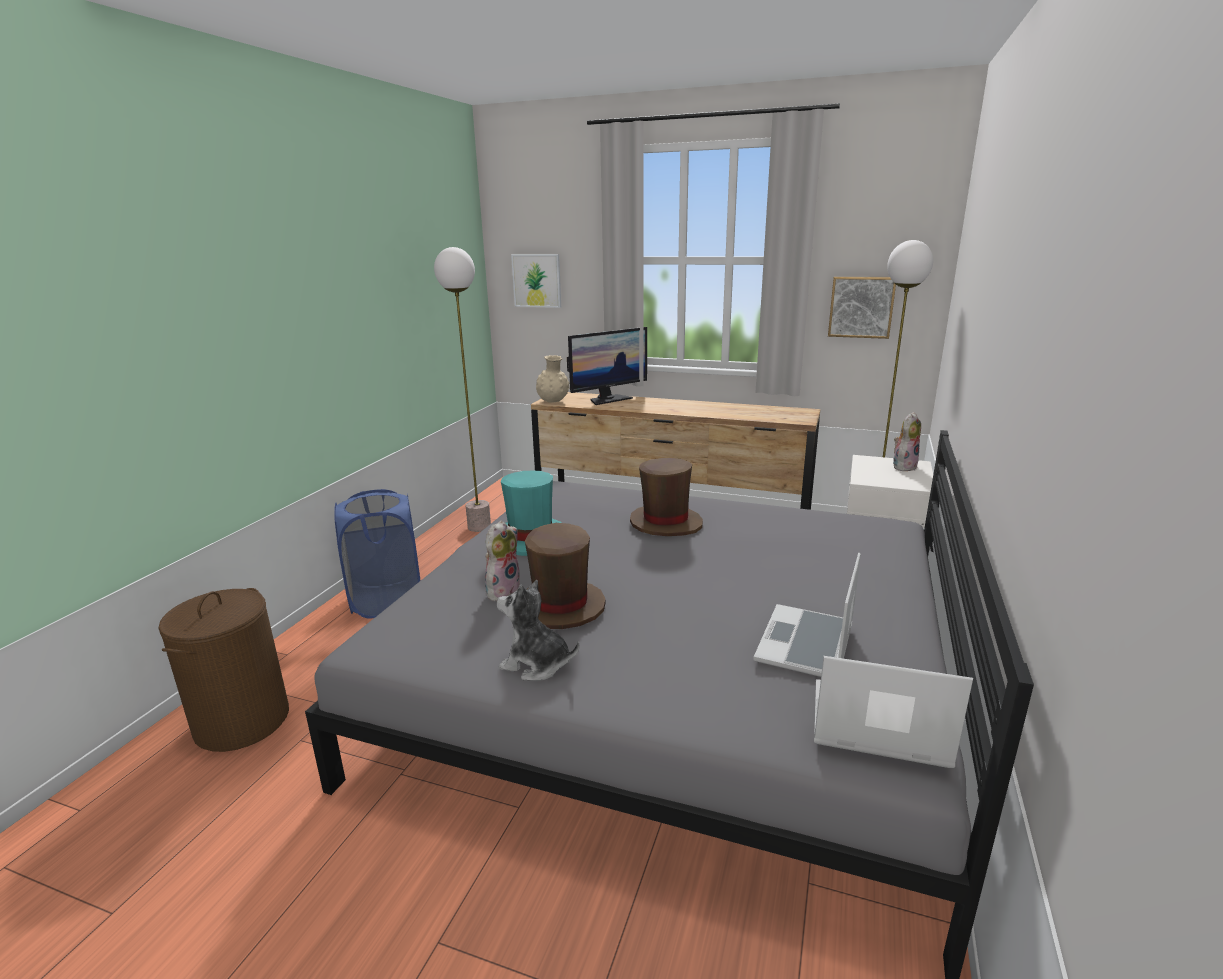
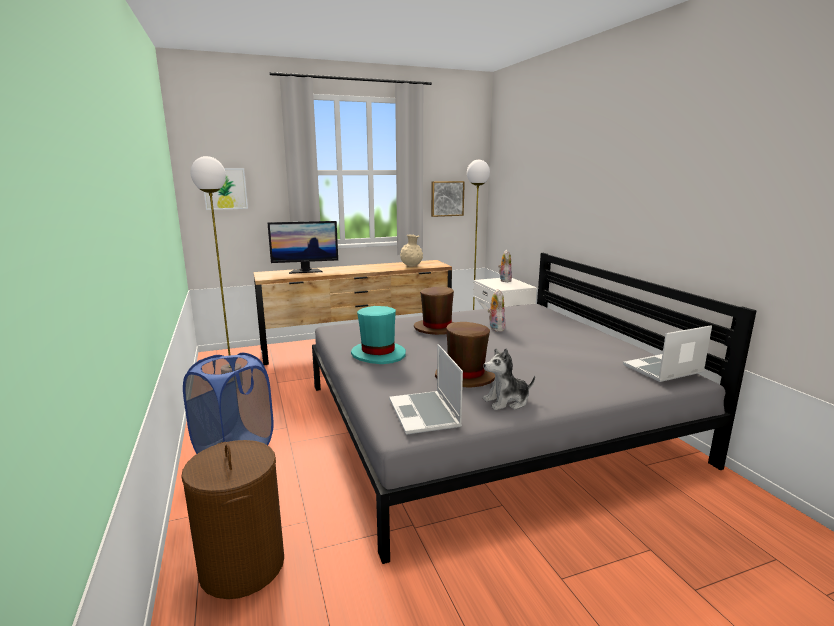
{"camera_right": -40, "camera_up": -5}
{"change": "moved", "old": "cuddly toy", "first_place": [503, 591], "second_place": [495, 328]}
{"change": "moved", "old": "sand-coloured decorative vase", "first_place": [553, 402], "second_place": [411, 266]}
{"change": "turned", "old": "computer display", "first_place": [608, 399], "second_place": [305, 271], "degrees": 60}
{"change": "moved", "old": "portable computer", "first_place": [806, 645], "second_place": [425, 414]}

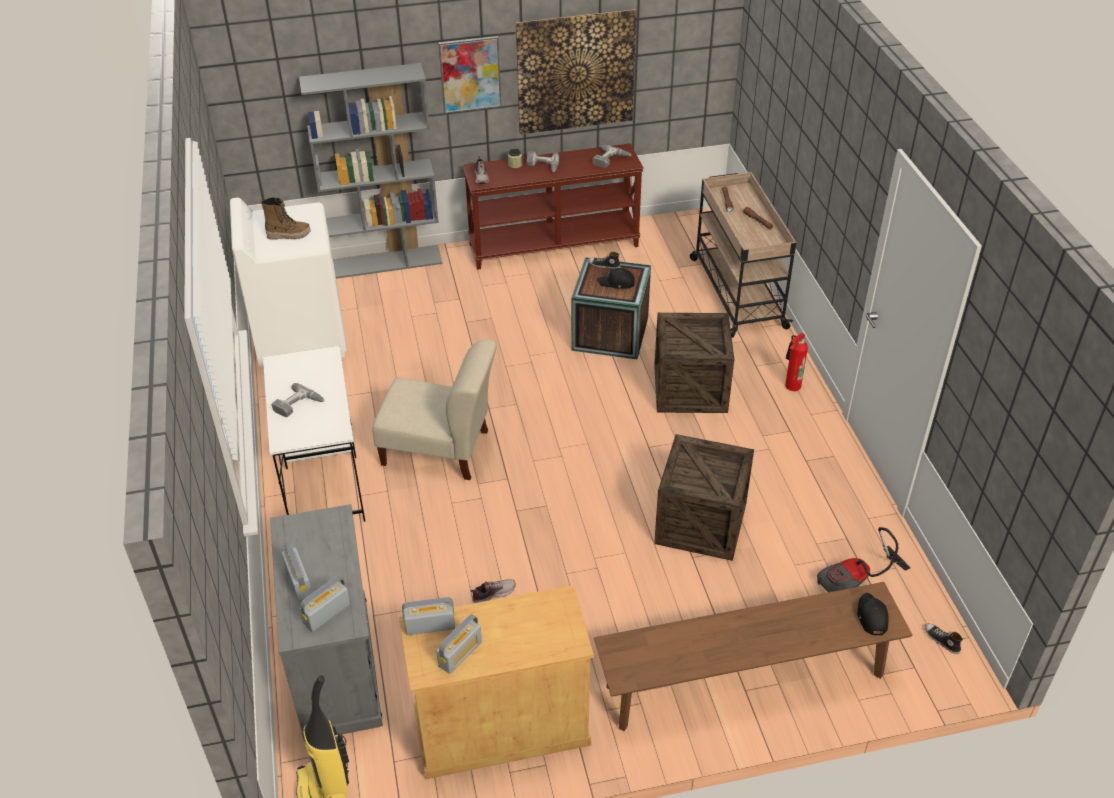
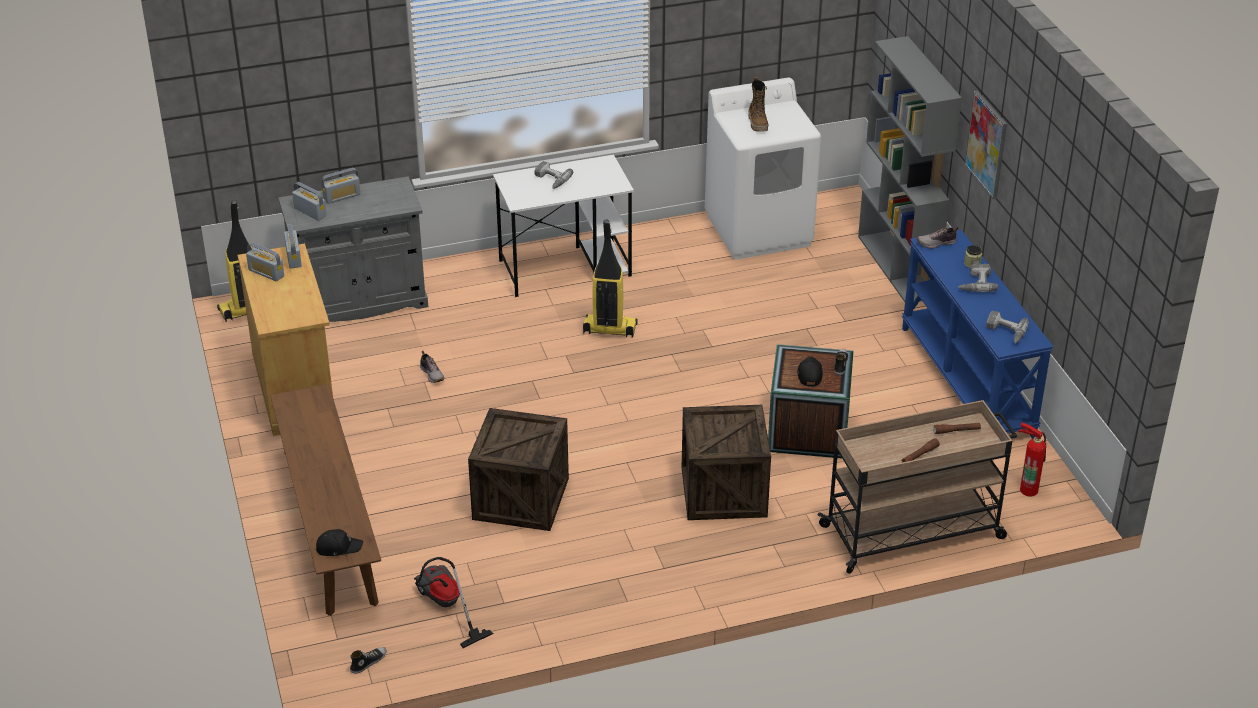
{"camera_right": 85, "camera_up": -5}
{"change": "replaced", "old": "sand-coloured plain chair", "new": "vacuum cleaner", "first_place": [440, 449], "second_place": [609, 329]}
{"change": "recoloured", "old": "brown narrow table", "new": "blue narrow table", "first_place": [554, 244], "second_place": [968, 381]}
{"change": "removed", "old": "wall picture", "first_place": [575, 72]}
{"change": "moved", "old": "extinguisher", "first_place": [790, 386], "second_place": [1028, 489]}

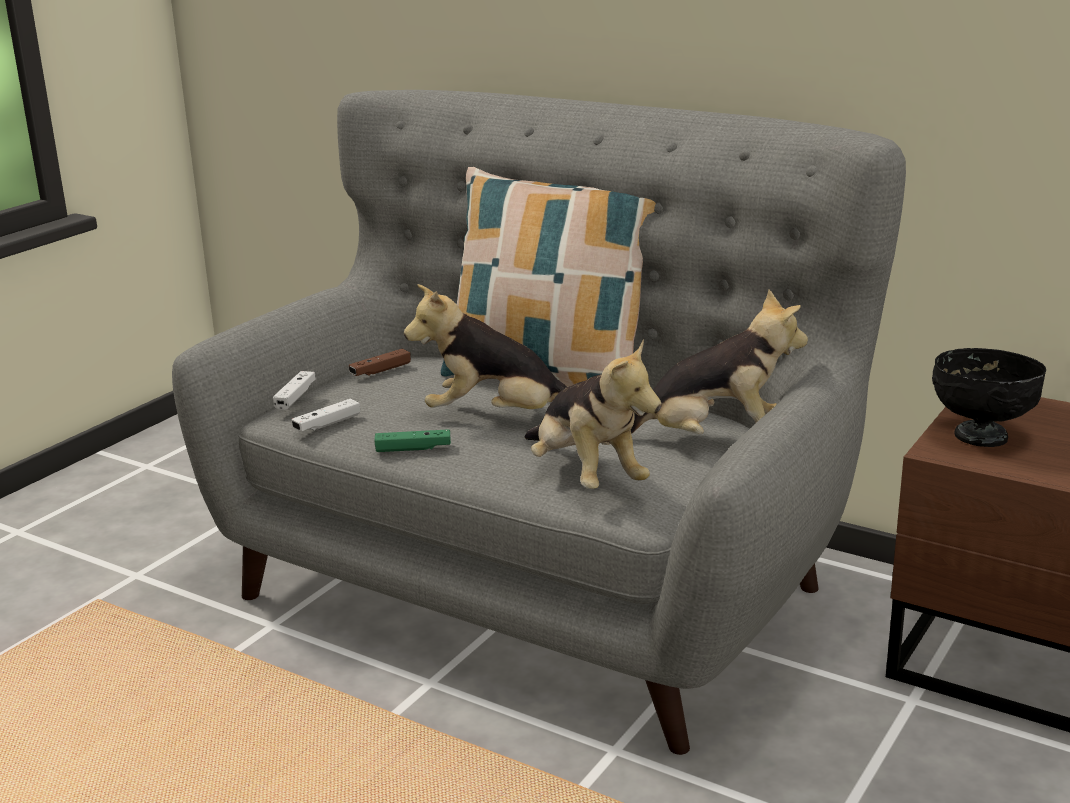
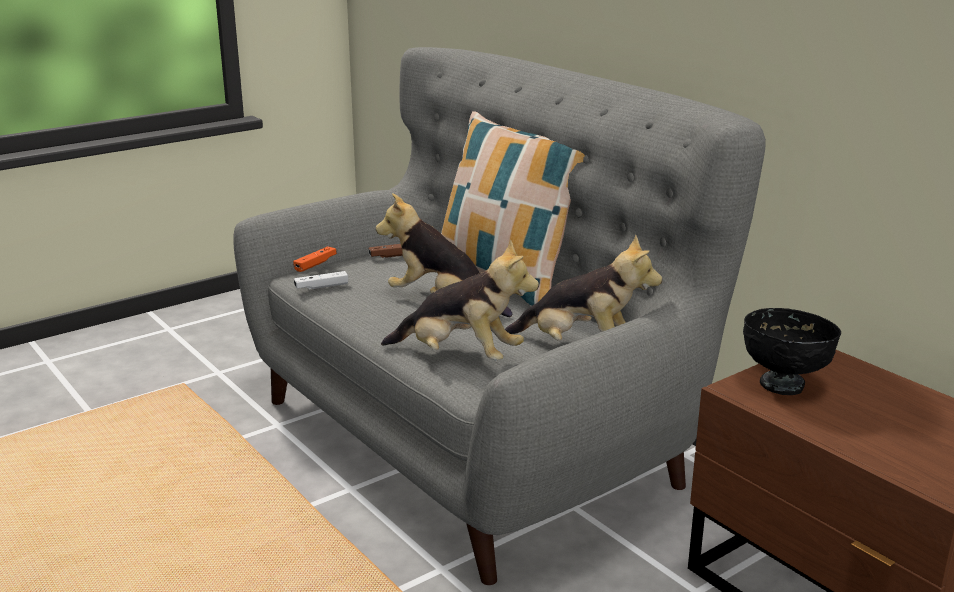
{"camera_right": 20, "camera_up": 0}
{"change": "recoloured", "old": "white-coloured joypad", "new": "orangey joypad", "first_place": [295, 397], "second_place": [315, 264]}
{"change": "removed", "old": "green joypad", "first_place": [413, 449]}
{"change": "turned", "old": "cuddly toy", "first_place": [586, 476], "second_place": [460, 356], "degrees": -60}

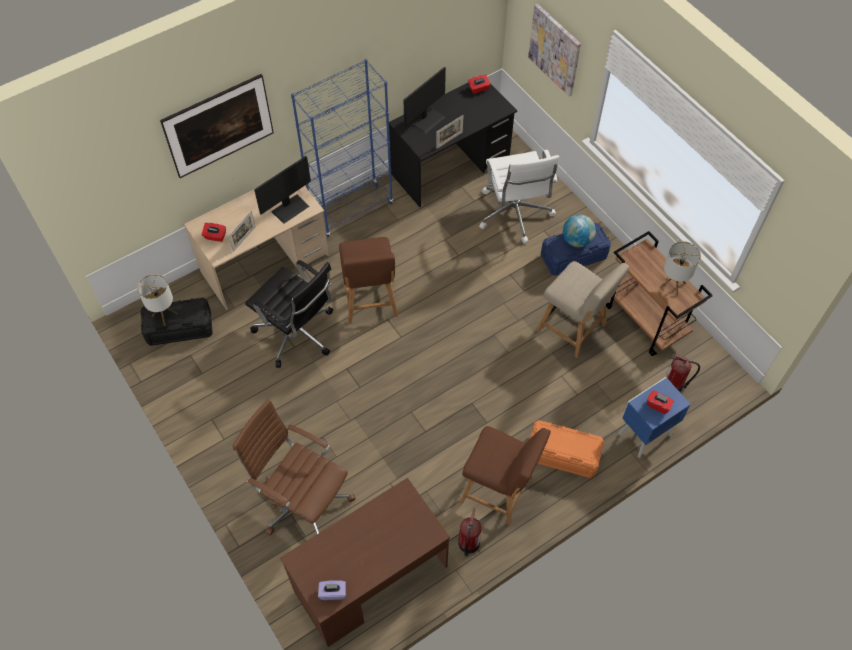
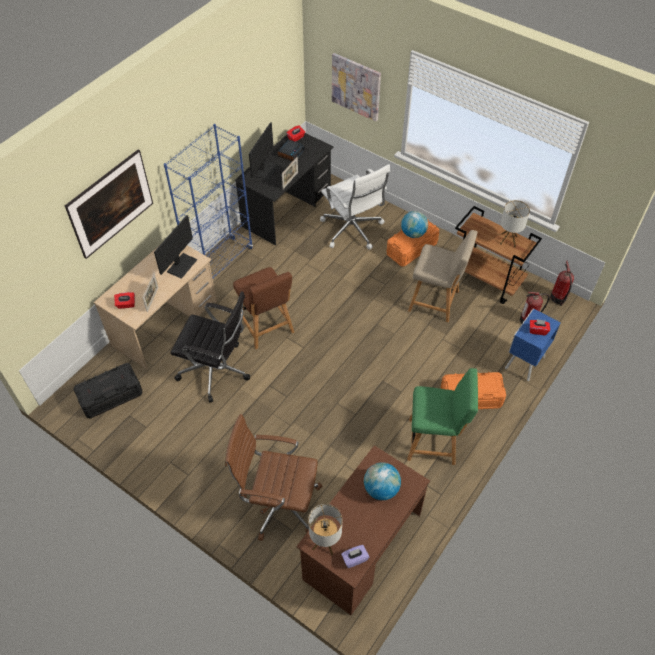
{"camera_right": -20, "camera_up": -5}
{"change": "moved", "old": "table lamp", "first_place": [164, 315], "second_place": [325, 542]}
{"change": "moved", "old": "extinguisher", "first_place": [468, 544], "second_place": [558, 298]}
{"change": "recoloured", "old": "brown plain chair", "new": "green plain chair", "first_place": [499, 491], "second_place": [435, 441]}
{"change": "recoloured", "old": "blue storage bin", "new": "orangey storage bin", "first_place": [573, 256], "second_place": [411, 249]}
{"change": "added", "new": "bedside clock", "second_place": [291, 153]}
{"change": "added", "new": "desk globe", "second_place": [381, 489]}

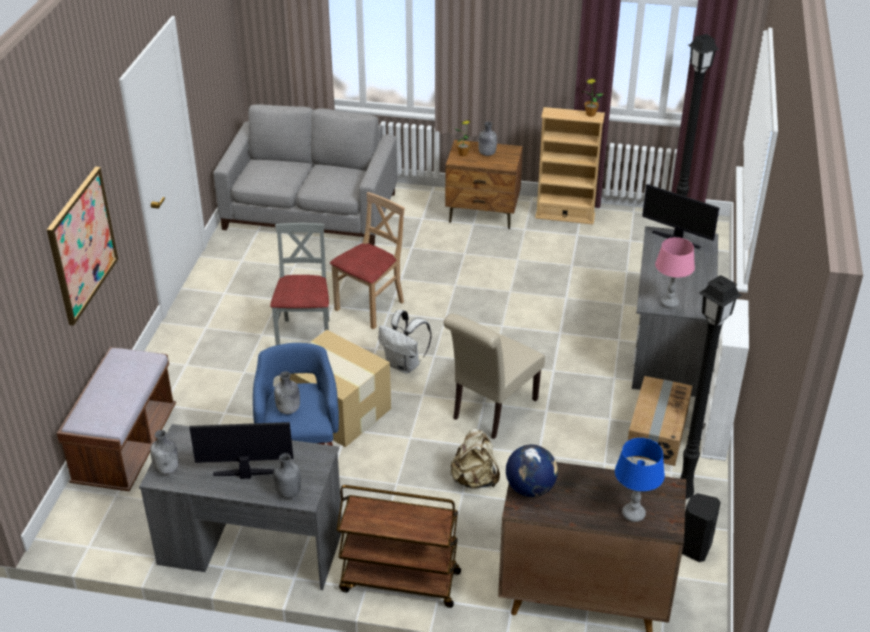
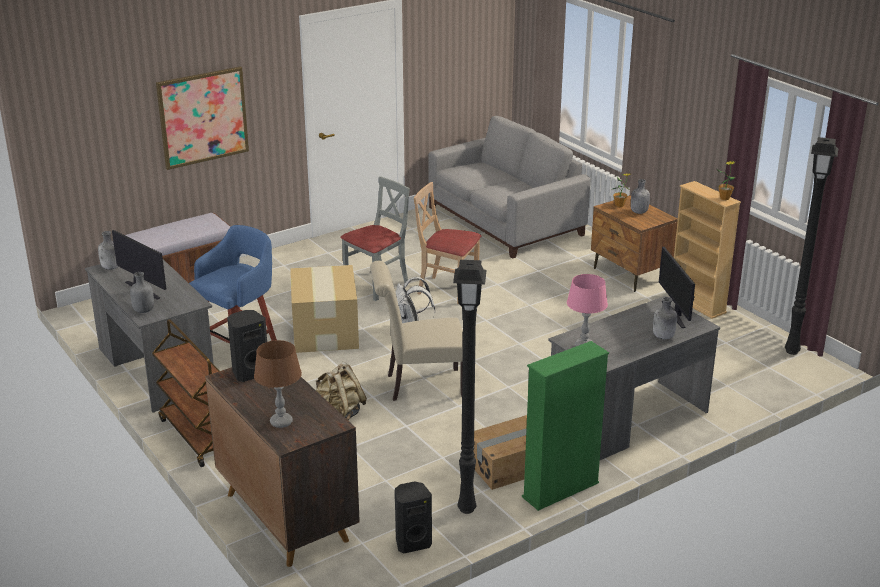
{"camera_right": 45, "camera_up": -10}
{"change": "moved", "old": "grey bottle", "first_place": [288, 410], "second_place": [663, 337]}
{"change": "turned", "old": "sand-coloured plain chair", "first_place": [370, 307], "second_place": [448, 289], "degrees": -150}
{"change": "replaced", "old": "desk globe", "new": "black-coloured speaker", "first_place": [530, 488], "second_place": [249, 372]}
{"change": "recoloured", "old": "blue table lamp", "new": "brown table lamp", "first_place": [633, 514], "second_place": [281, 422]}
{"change": "recoloured", "old": "white-coloured bookcase", "new": "green bookcase", "first_place": [714, 434], "second_place": [560, 490]}

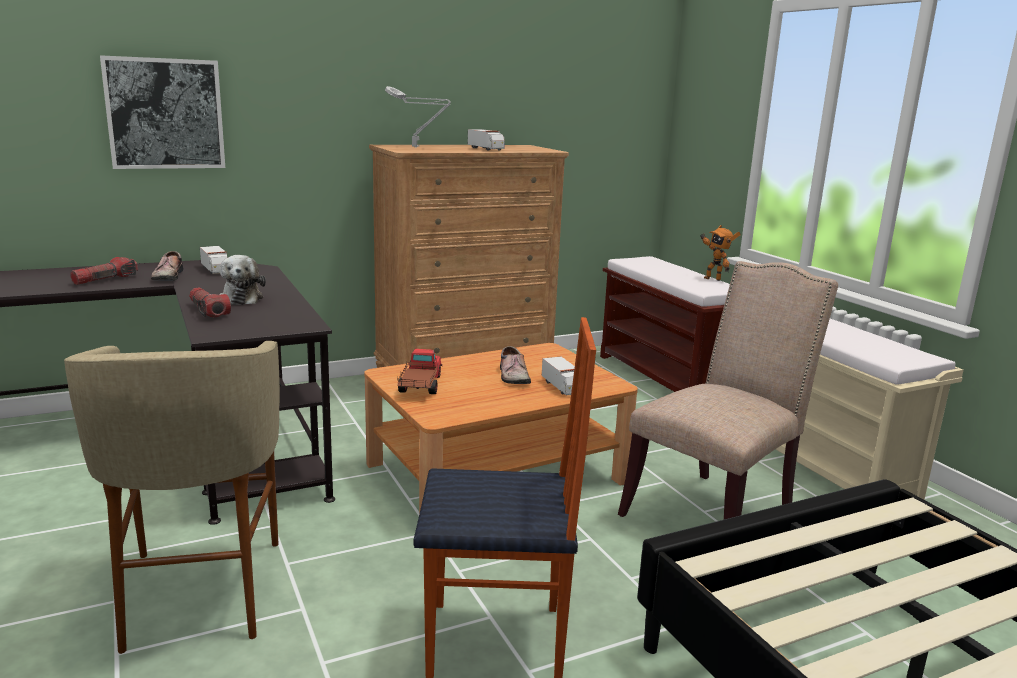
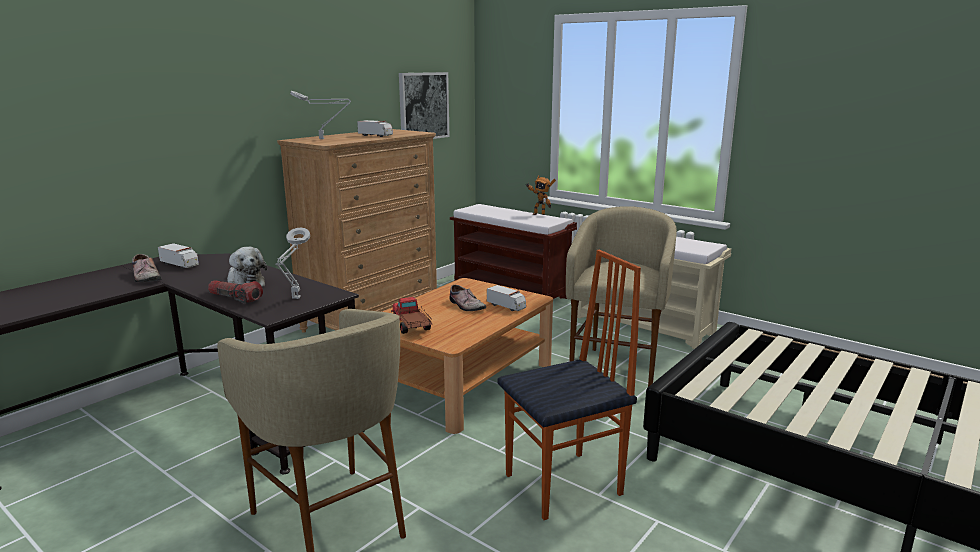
{"camera_right": -25, "camera_up": 0}
{"change": "removed", "old": "flashlight", "first_place": [105, 280]}
{"change": "moved", "old": "wall picture", "first_place": [165, 114], "second_place": [423, 106]}
{"change": "replaced", "old": "sand-coloured plain chair", "new": "sand-coloured stool seat", "first_place": [714, 513], "second_place": [616, 370]}
{"change": "added", "new": "grey table lamp", "second_place": [295, 299]}

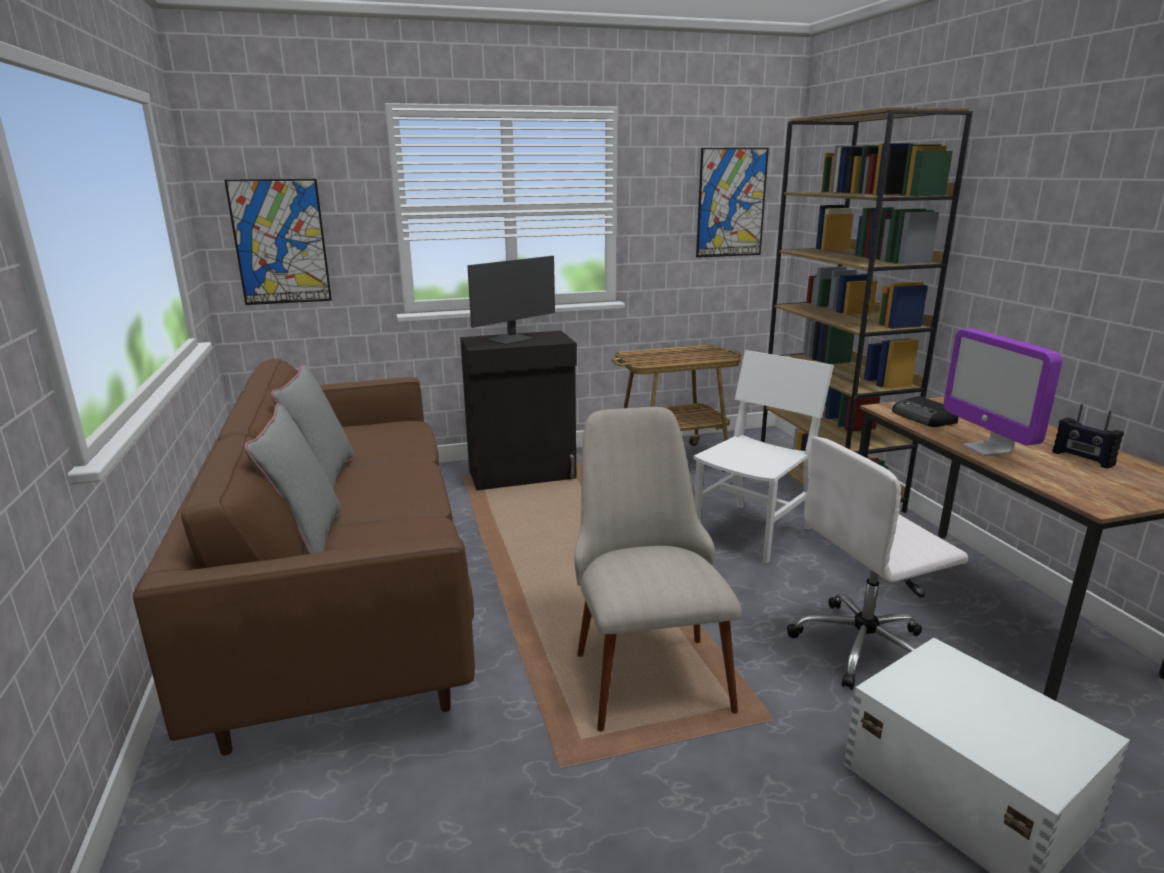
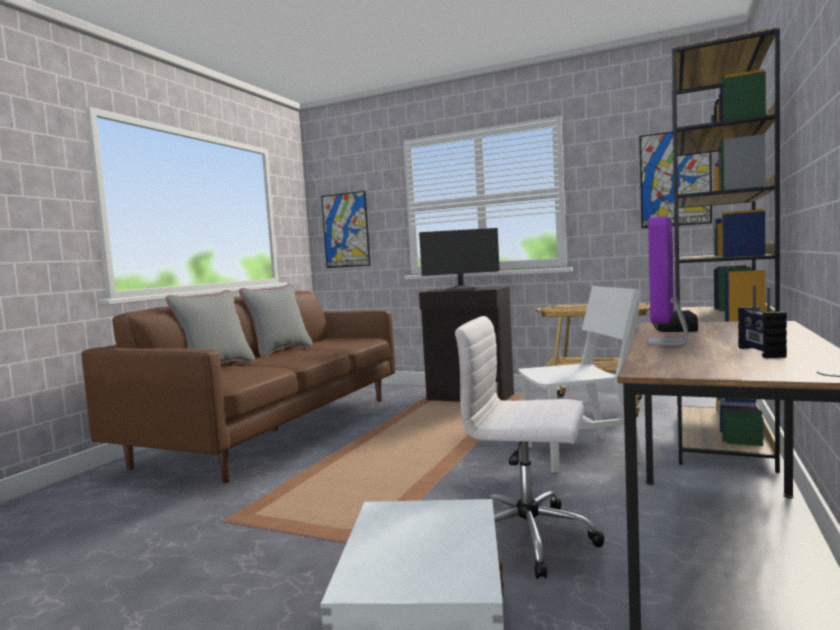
{"camera_right": 40, "camera_up": -15}
{"change": "removed", "old": "sand-coloured plain chair", "first_place": [645, 664]}

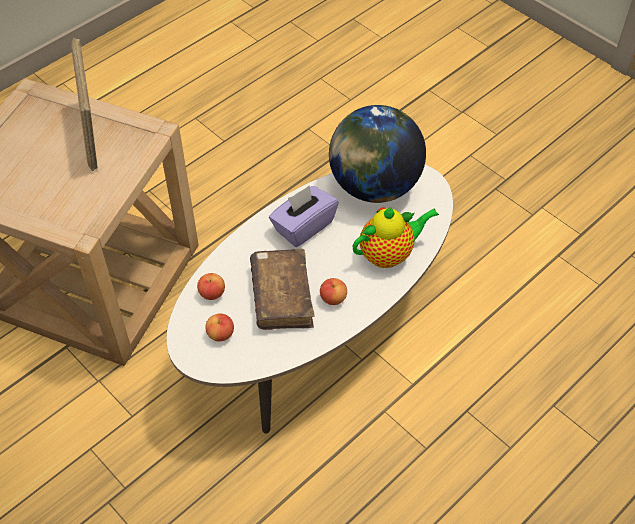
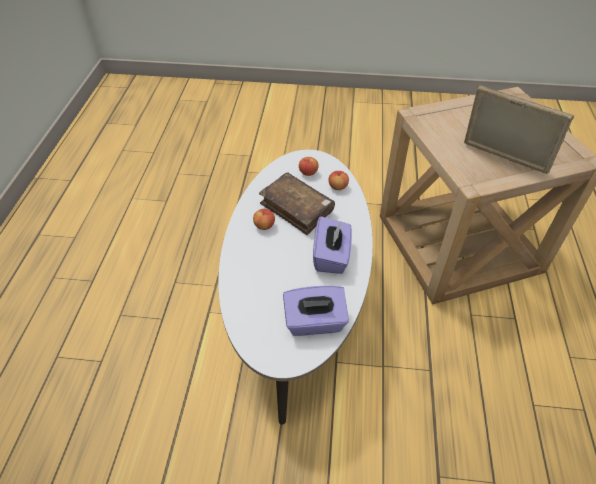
{"camera_right": 140, "camera_up": -5}
{"change": "replaced", "old": "desk globe", "new": "purple-coloured tissue box", "first_place": [374, 186], "second_place": [315, 323]}
{"change": "removed", "old": "tea pot", "first_place": [389, 254]}

